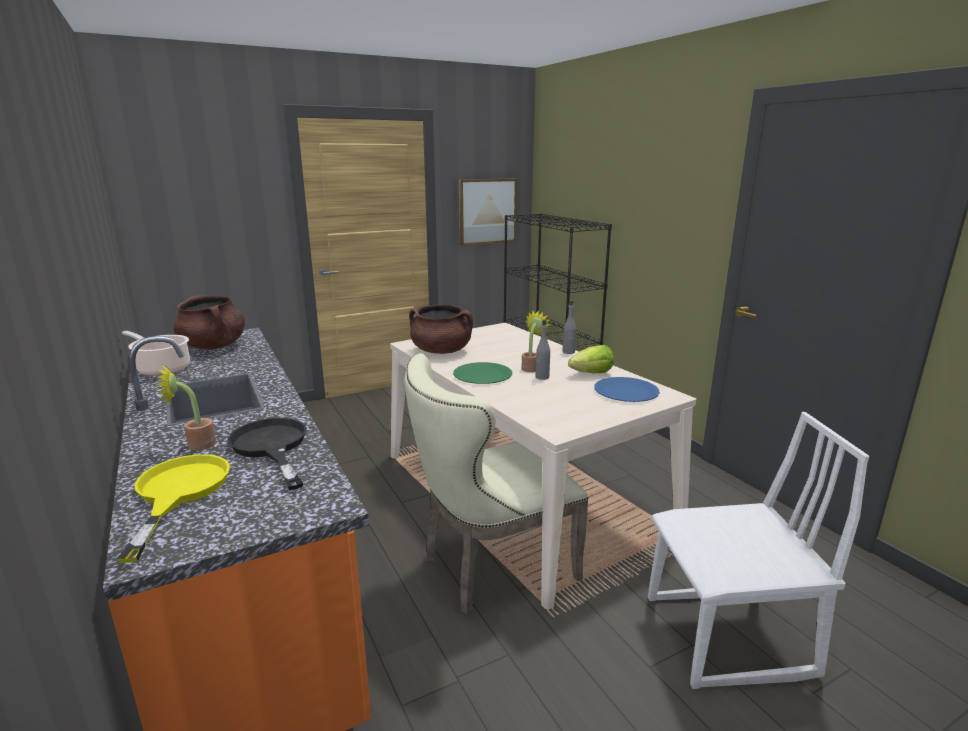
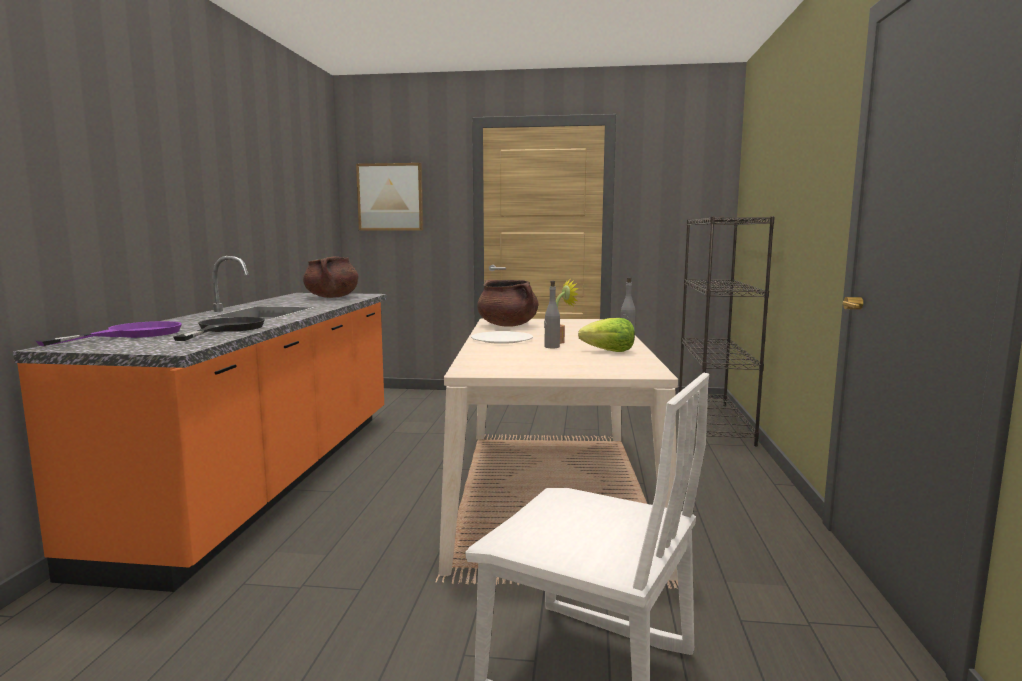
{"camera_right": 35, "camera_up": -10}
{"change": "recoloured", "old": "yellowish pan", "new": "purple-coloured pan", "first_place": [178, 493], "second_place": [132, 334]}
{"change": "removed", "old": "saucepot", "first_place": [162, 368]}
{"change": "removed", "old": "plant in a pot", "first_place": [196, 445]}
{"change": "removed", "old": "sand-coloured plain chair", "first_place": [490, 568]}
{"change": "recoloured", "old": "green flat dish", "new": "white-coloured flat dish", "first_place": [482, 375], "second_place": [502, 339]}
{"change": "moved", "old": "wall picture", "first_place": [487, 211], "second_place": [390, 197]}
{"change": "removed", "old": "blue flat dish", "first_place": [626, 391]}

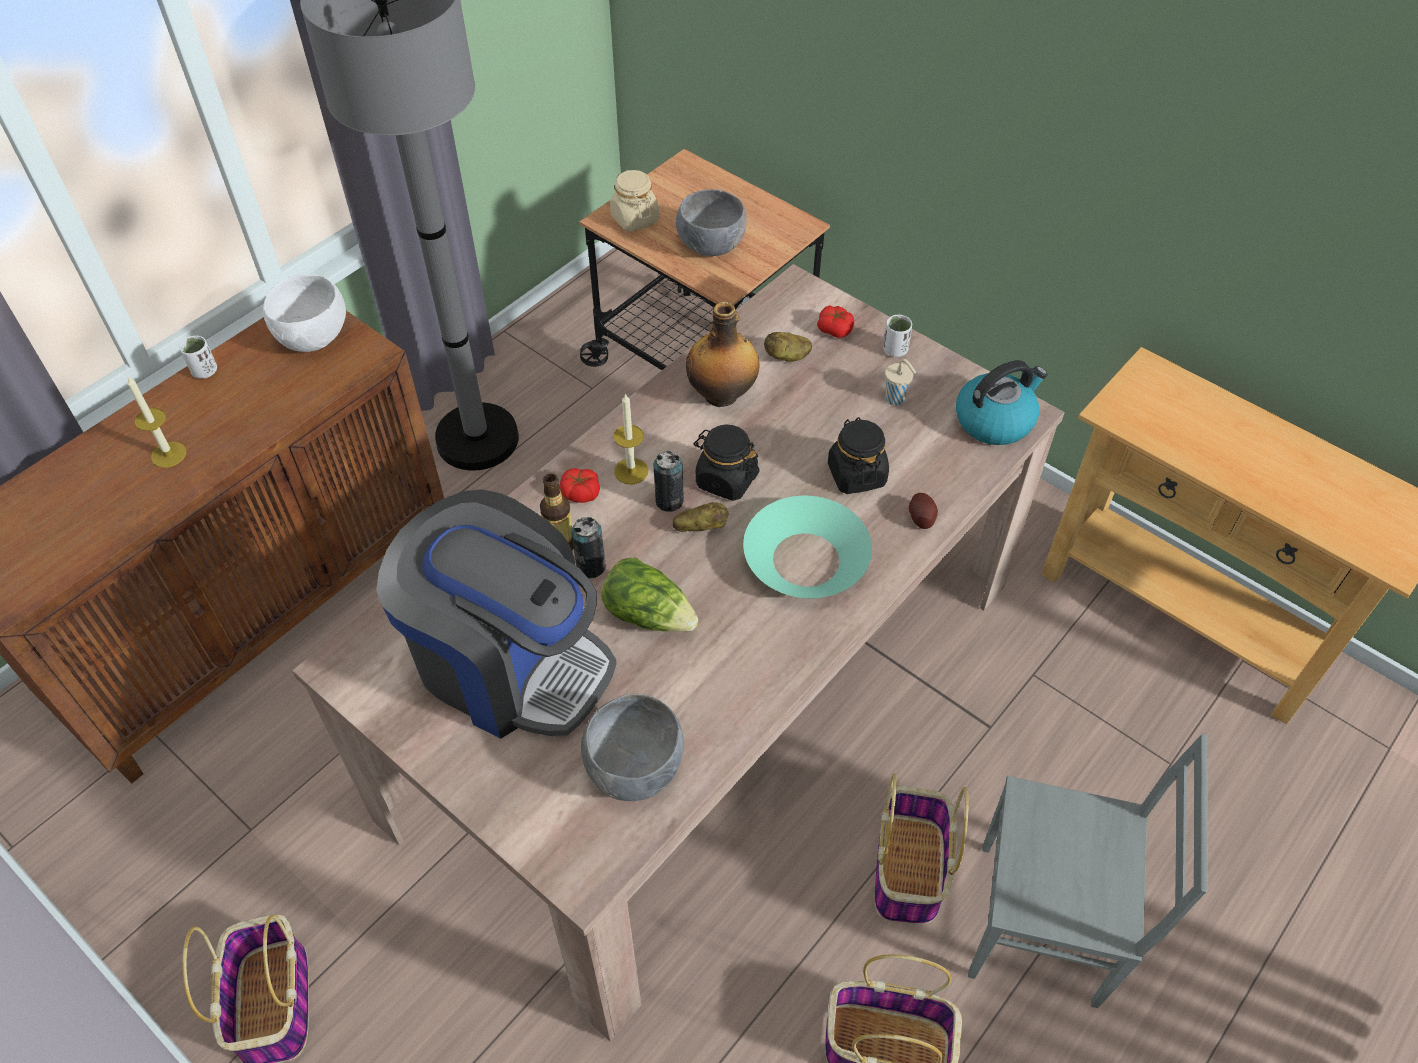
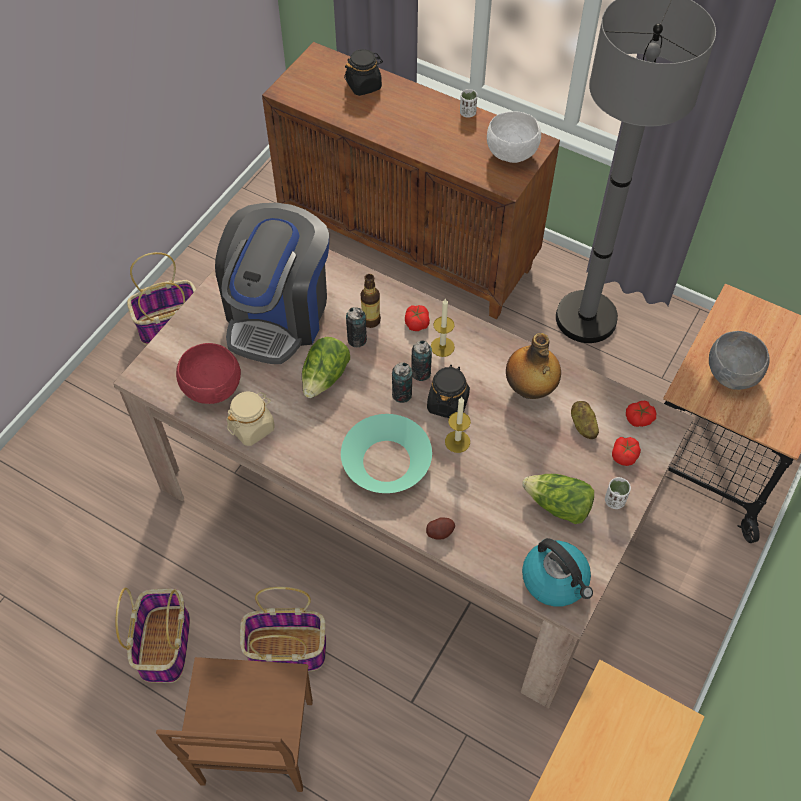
{"camera_right": 80, "camera_up": 5}
{"change": "moved", "old": "wax candle", "first_place": [168, 454], "second_place": [457, 441]}
{"change": "recoloured", "old": "grey bowl", "new": "reddish bowl", "first_place": [633, 770], "second_place": [212, 389]}
{"change": "moved", "old": "sand-coloured jar", "first_place": [634, 218], "second_place": [252, 427]}
{"change": "replaced", "old": "potato", "new": "can", "first_place": [700, 527], "second_place": [402, 394]}
{"change": "moved", "old": "black-coloured jar", "first_place": [856, 474], "second_place": [364, 85]}
{"change": "replaced", "old": "sand-coloured drinking cup", "new": "head of lettuce", "first_place": [896, 399], "second_place": [558, 505]}
{"change": "recoloured", "old": "grey plain chair", "new": "brown plain chair", "first_place": [1041, 926], "second_place": [255, 744]}
{"change": "added", "new": "whole tomato", "second_place": [639, 418]}

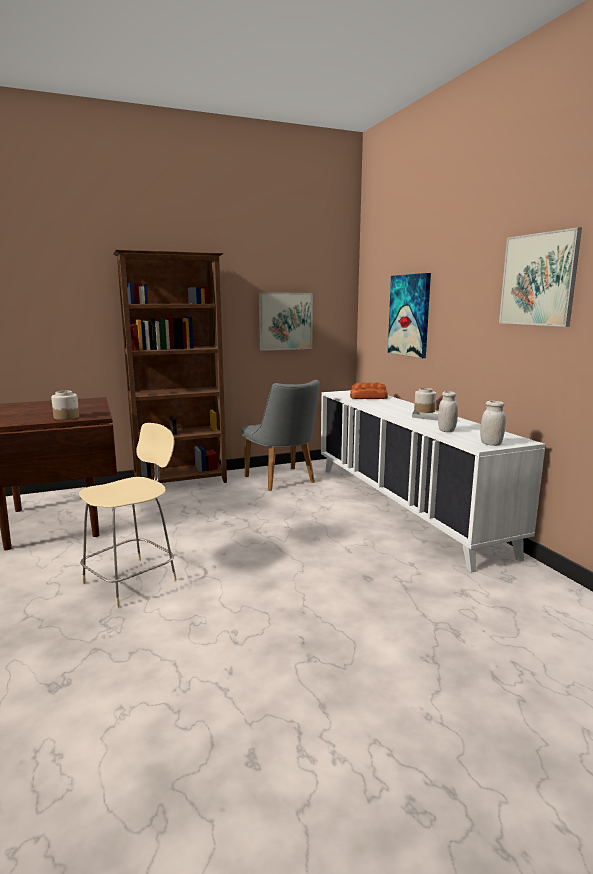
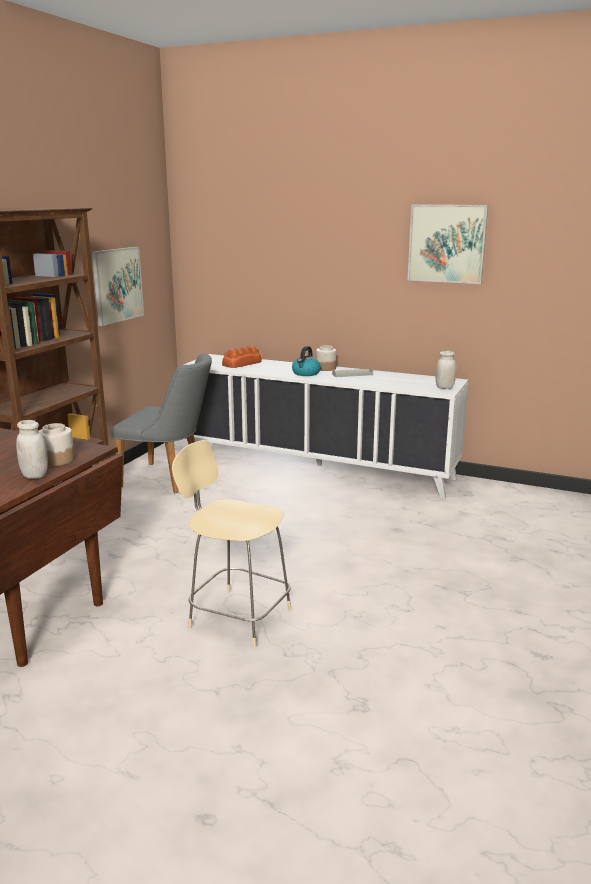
{"camera_right": -45, "camera_up": 5}
{"change": "turned", "old": "sand-coloured plain chair", "first_place": [133, 580], "second_place": [237, 616], "degrees": -60}
{"change": "removed", "old": "wall picture", "first_place": [409, 315]}
{"change": "moved", "old": "white-coloured jar", "first_place": [446, 430], "second_place": [35, 475]}
{"change": "added", "new": "water kettle", "second_place": [306, 373]}

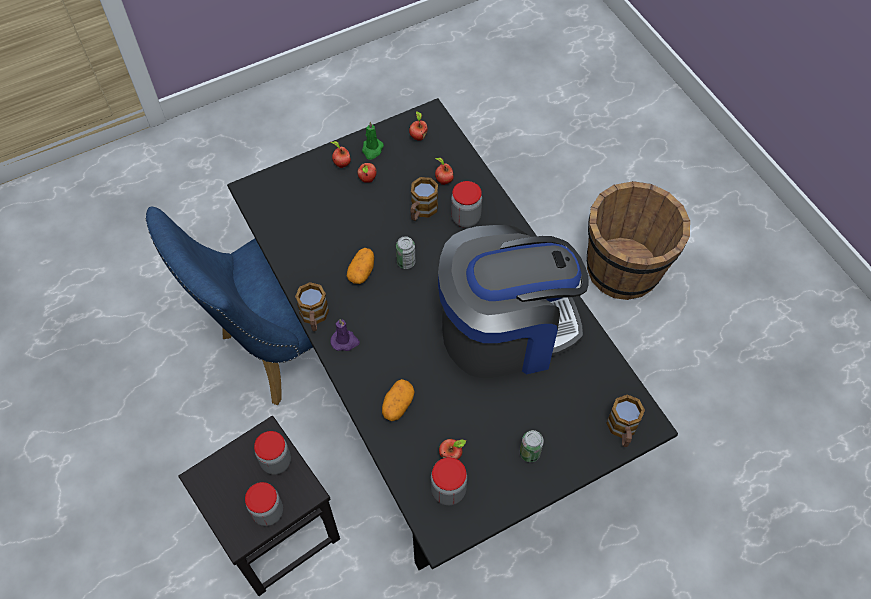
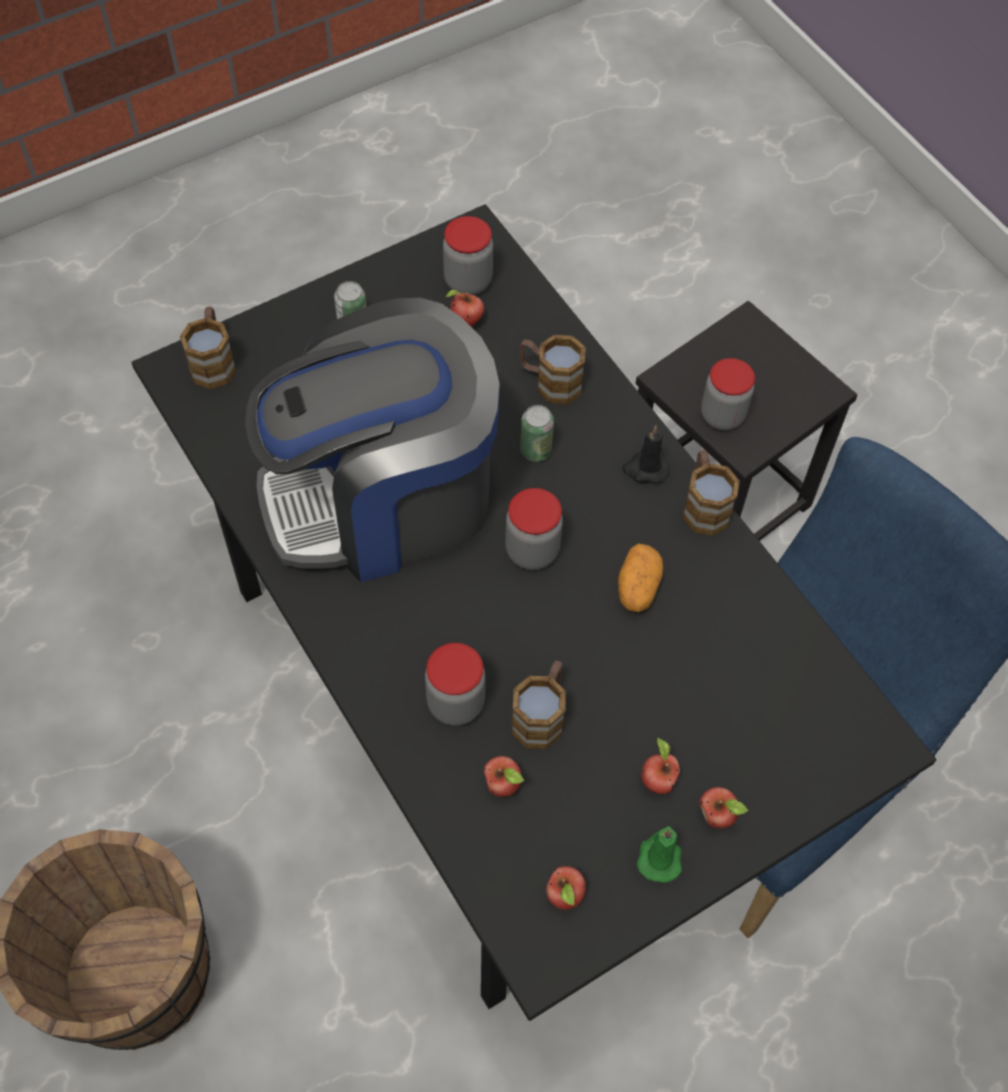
{"camera_right": 175, "camera_up": 0}
{"change": "moved", "old": "jar", "first_place": [268, 512], "second_place": [532, 550]}
{"change": "recoloured", "old": "purple-coloured wax candle", "new": "black-coloured wax candle", "first_place": [345, 341], "second_place": [645, 469]}
{"change": "replaced", "old": "potato", "new": "mug", "first_place": [397, 405], "second_place": [550, 381]}
{"change": "moved", "old": "can", "first_place": [406, 262], "second_place": [535, 450]}

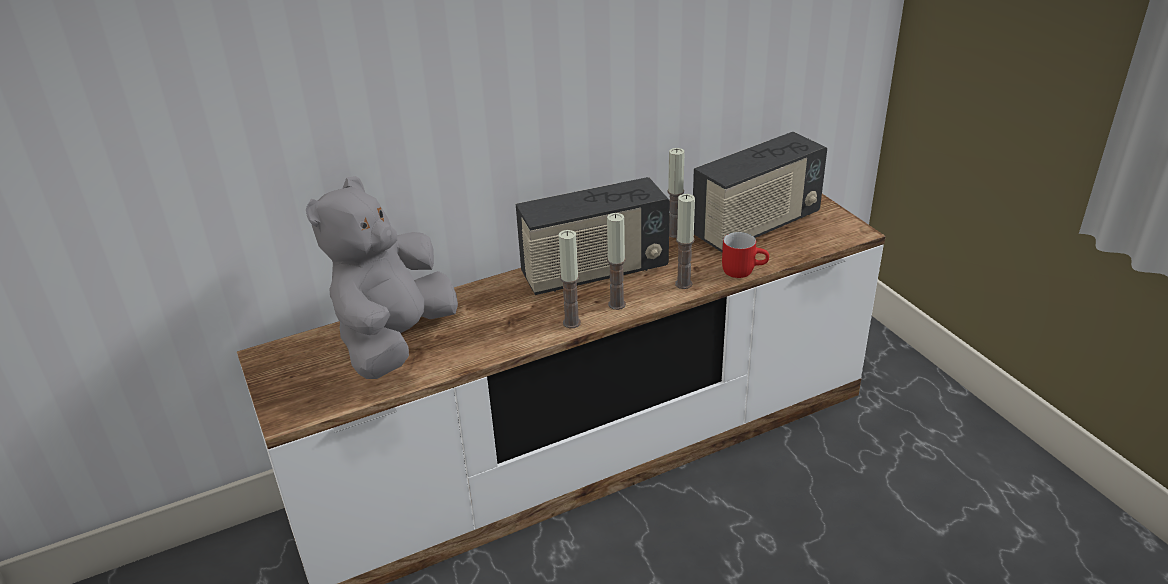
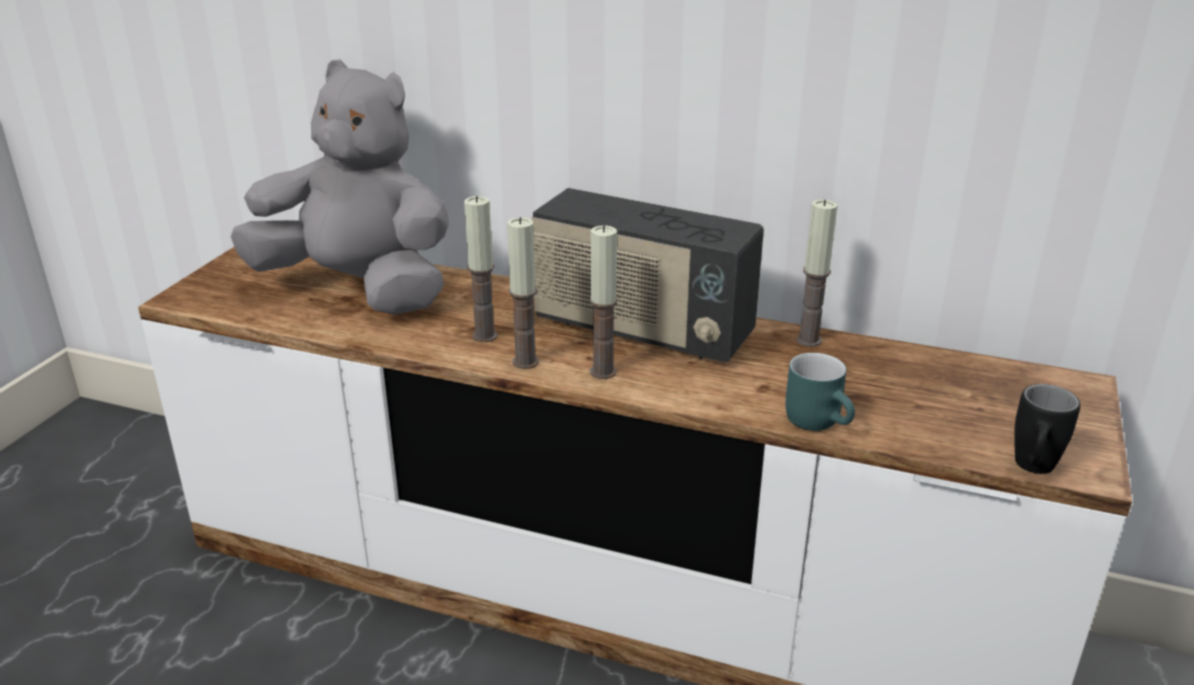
{"camera_right": 45, "camera_up": -5}
{"change": "turned", "old": "grey cuddly toy", "first_place": [395, 341], "second_place": [358, 289], "degrees": 45}
{"change": "moved", "old": "wax candle", "first_place": [683, 284], "second_place": [485, 336]}
{"change": "removed", "old": "radio set", "first_place": [756, 226]}
{"change": "recoloured", "old": "reddish mug", "new": "turquoise mug", "first_place": [743, 269], "second_place": [820, 421]}
{"change": "added", "new": "black-coloured mug", "second_place": [1032, 470]}

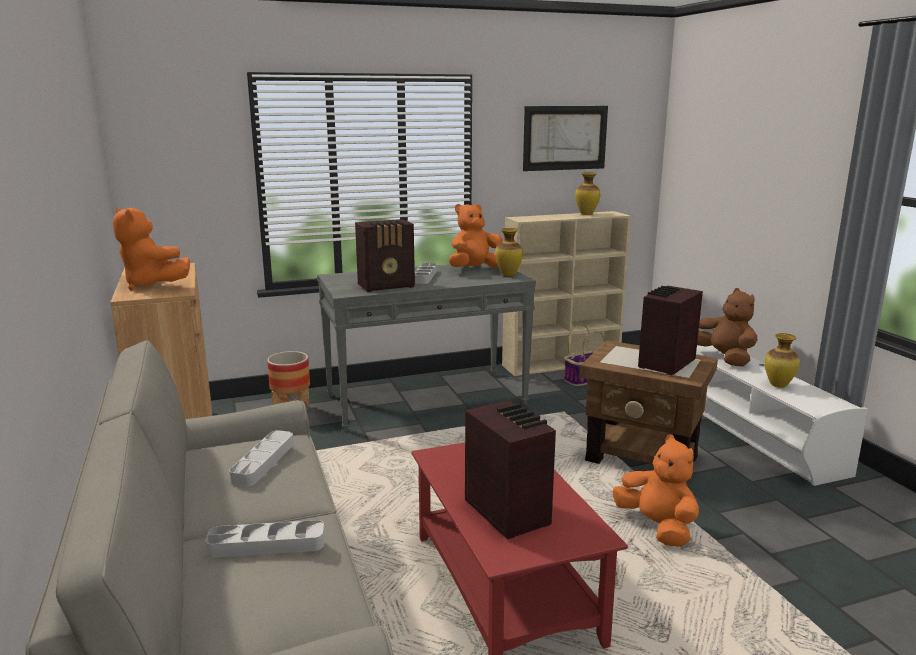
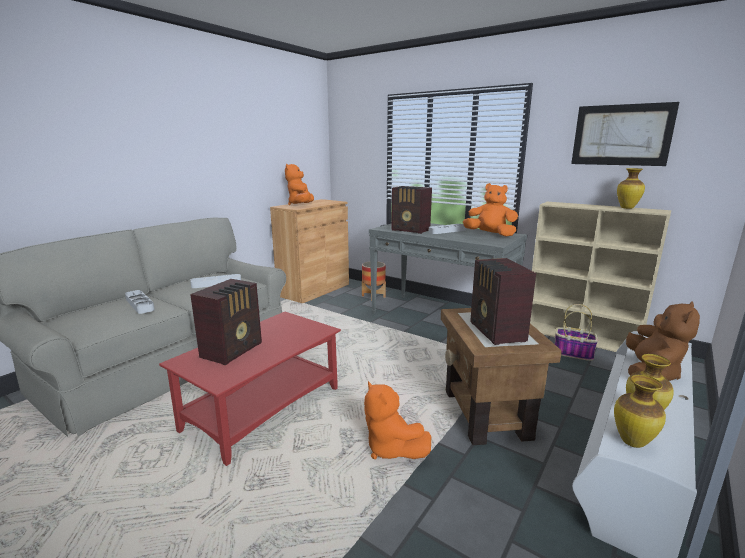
{"camera_right": 55, "camera_up": 0}
{"change": "moved", "old": "decorative vase", "first_place": [508, 274], "second_place": [632, 442]}
{"change": "turned", "old": "orangey cuddly toy", "first_place": [657, 527], "second_place": [390, 448], "degrees": 120}
{"change": "turned", "old": "radio set", "first_place": [665, 363], "second_place": [496, 332], "degrees": -105}

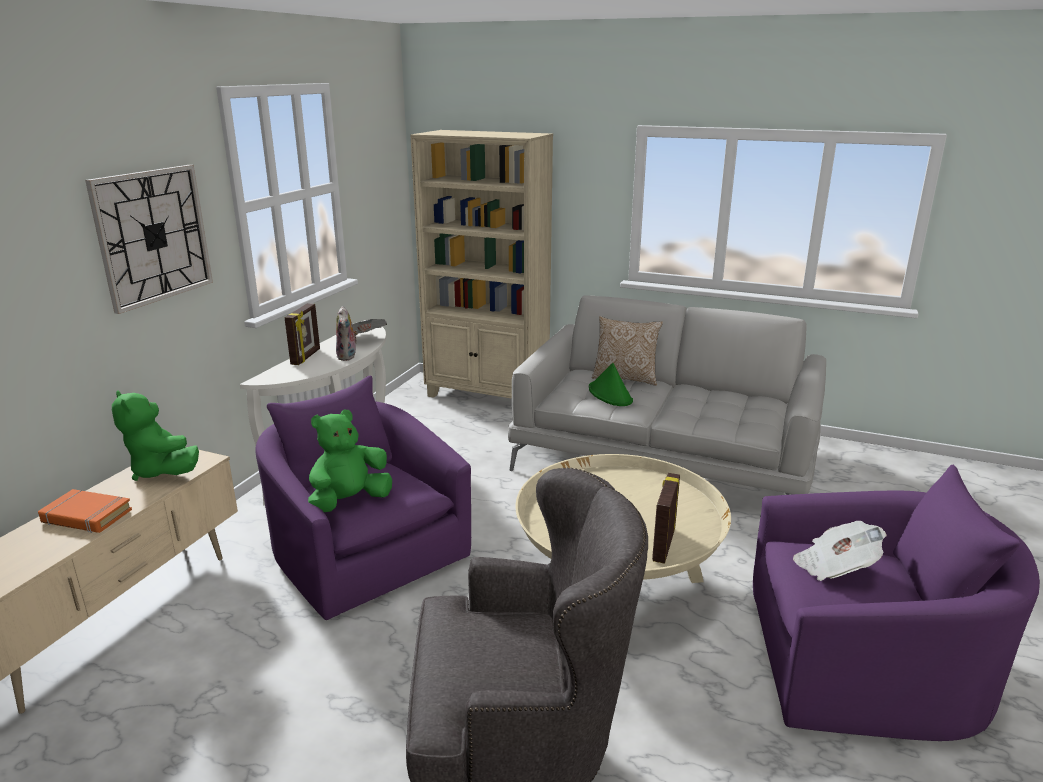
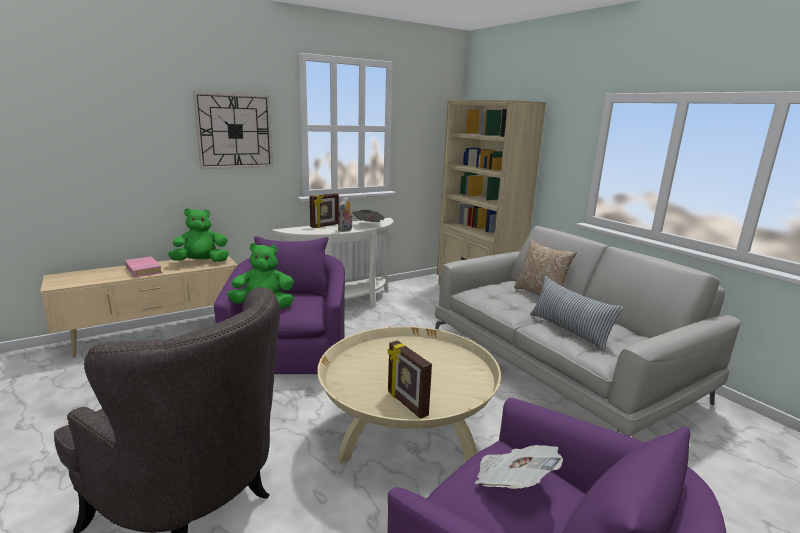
{"camera_right": 35, "camera_up": -5}
{"change": "recoloured", "old": "orangey bound book", "new": "pink-coloured bound book", "first_place": [86, 516], "second_place": [143, 270]}
{"change": "turned", "old": "green cuddly toy", "first_place": [162, 471], "second_place": [201, 262], "degrees": 75}
{"change": "removed", "old": "green hat", "first_place": [610, 394]}
{"change": "turned", "old": "standing frame", "first_place": [662, 545], "second_place": [406, 404], "degrees": -90}
{"change": "added", "new": "cushion", "second_place": [569, 330]}

